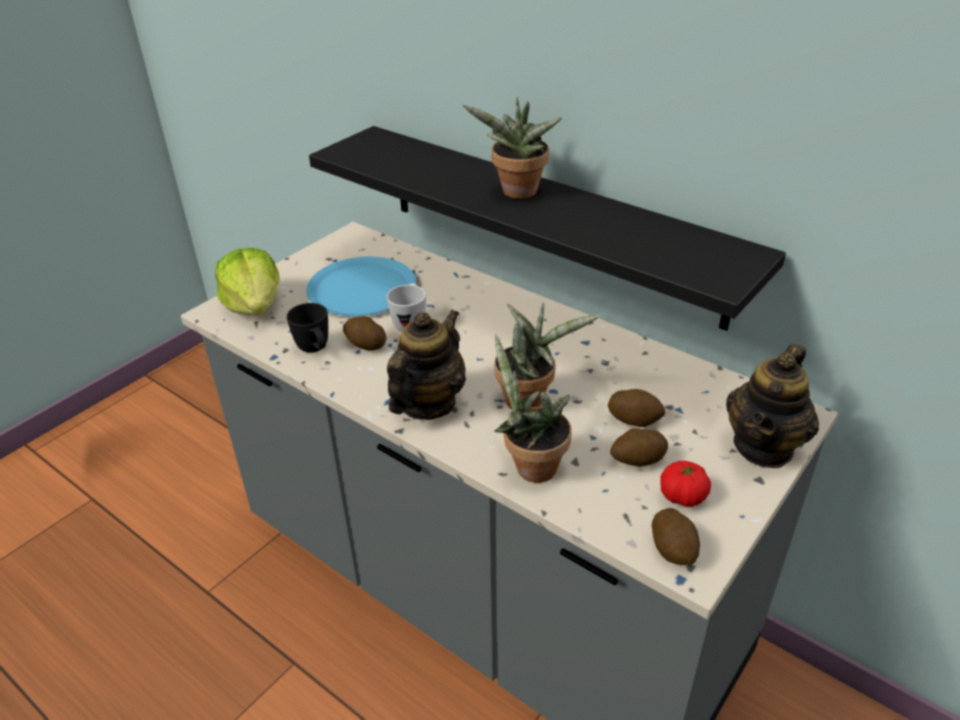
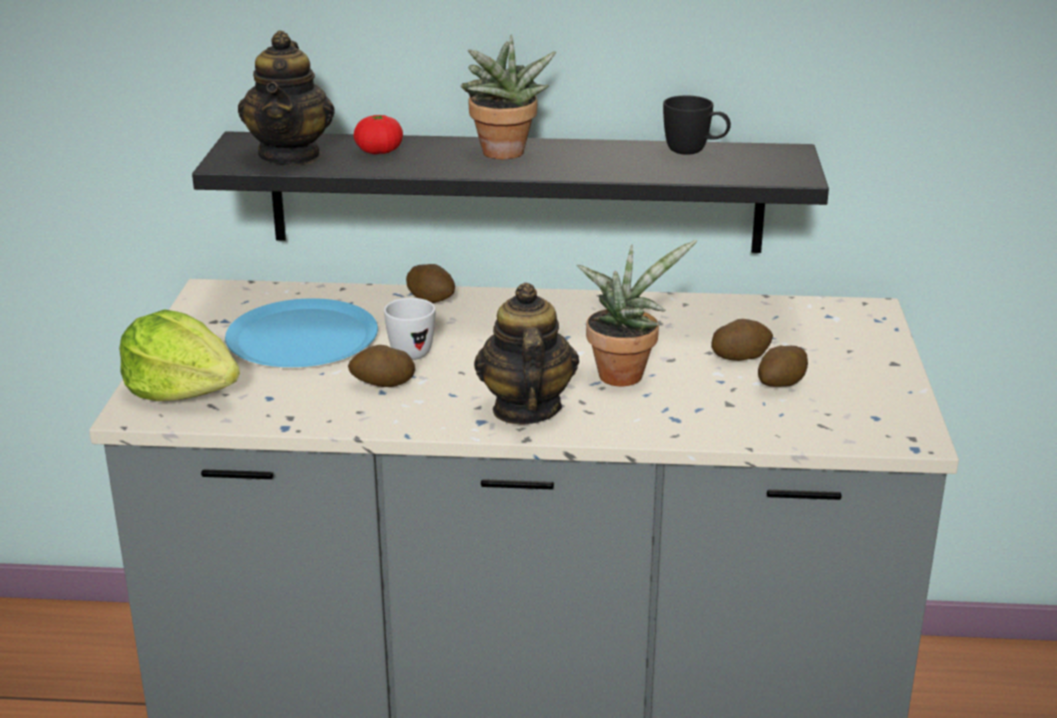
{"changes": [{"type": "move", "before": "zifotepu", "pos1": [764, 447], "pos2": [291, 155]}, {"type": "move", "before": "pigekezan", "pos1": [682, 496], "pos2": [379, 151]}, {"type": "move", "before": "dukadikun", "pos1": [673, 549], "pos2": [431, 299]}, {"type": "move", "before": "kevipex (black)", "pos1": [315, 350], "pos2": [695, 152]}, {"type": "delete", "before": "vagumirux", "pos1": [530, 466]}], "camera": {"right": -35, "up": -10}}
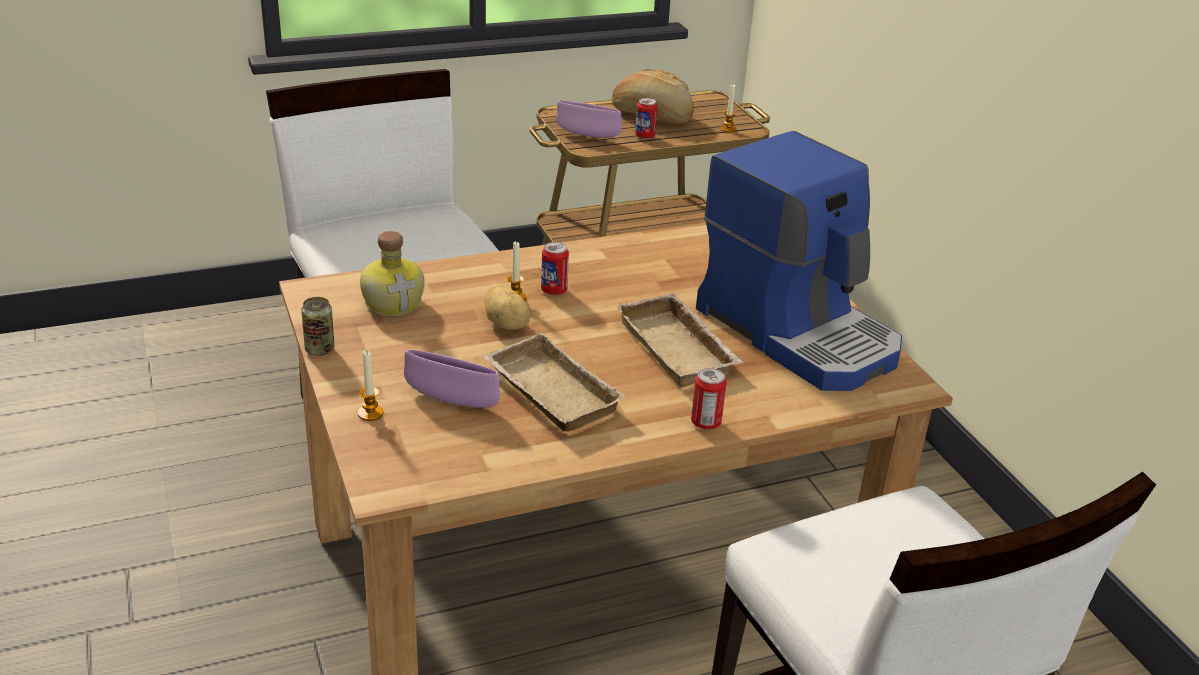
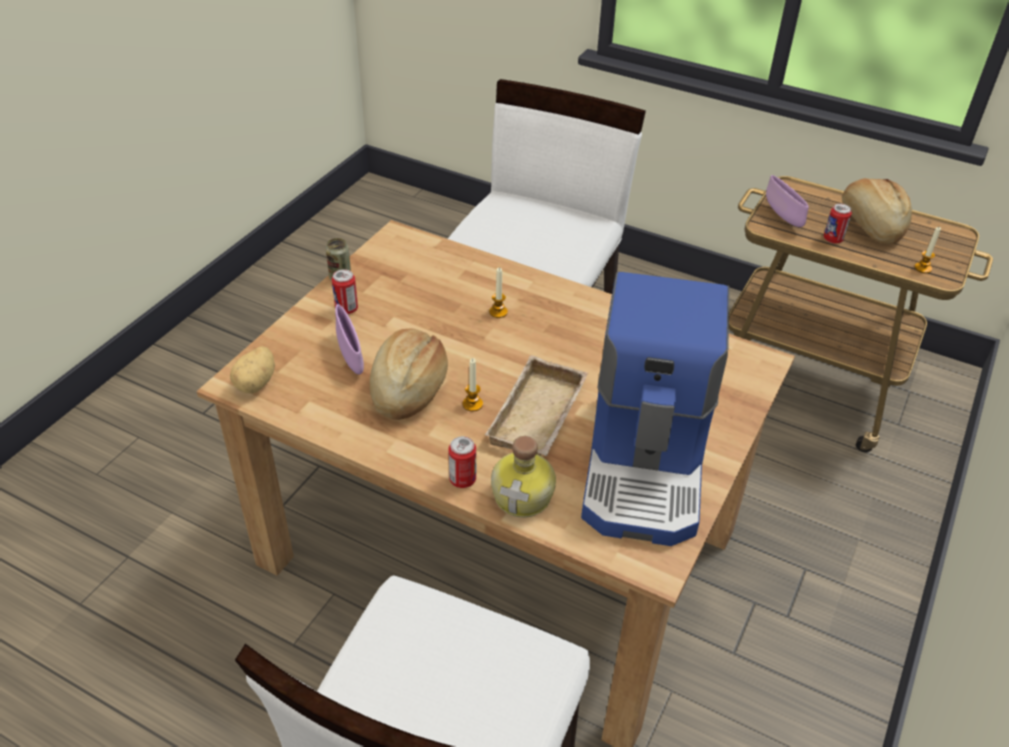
{"changes": [{"type": "move", "before": "dukadikun", "pos1": [506, 323], "pos2": [257, 383]}, {"type": "move", "before": "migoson", "pos1": [554, 290], "pos2": [346, 309]}, {"type": "replace", "before": "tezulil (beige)", "after": "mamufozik", "pos1": [547, 392], "pos2": [408, 388]}, {"type": "move", "before": "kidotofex", "pos1": [370, 413], "pos2": [472, 404]}, {"type": "move", "before": "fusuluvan", "pos1": [394, 302], "pos2": [524, 496]}], "camera": {"right": 50, "up": 10}}
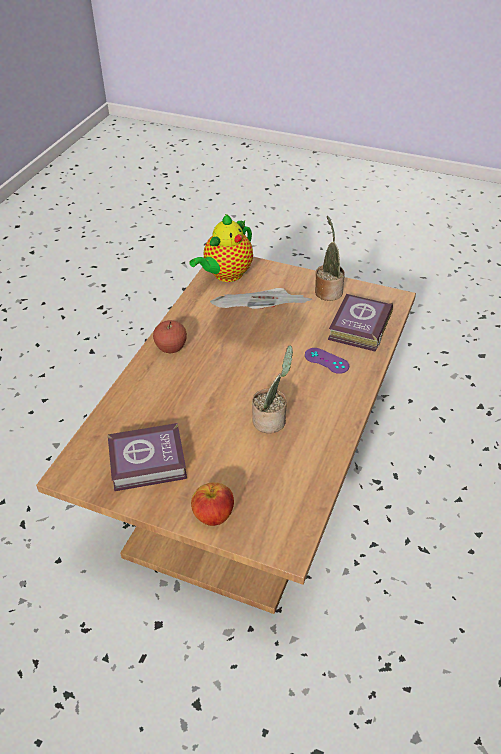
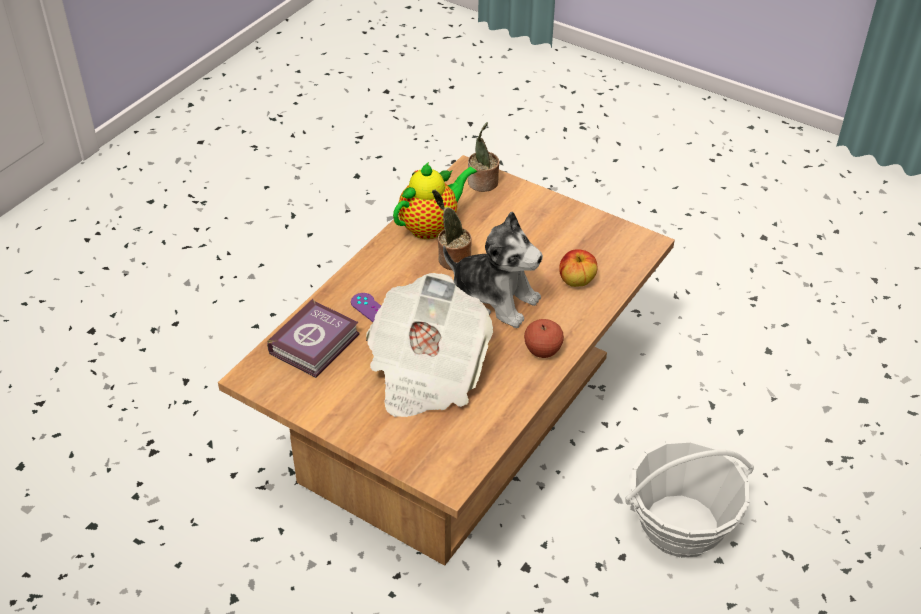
{"changes": [{"type": "move", "before": "zifotepu", "pos1": [226, 275], "pos2": [431, 226]}, {"type": "insert", "after": "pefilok", "pos2": [494, 299]}, {"type": "move", "before": "vagumirux", "pos1": [328, 291], "pos2": [483, 183]}, {"type": "move", "before": "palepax", "pos1": [213, 516], "pos2": [576, 281]}, {"type": "insert", "after": "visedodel", "pos2": [680, 526]}, {"type": "delete", "before": "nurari", "pos1": [150, 463]}], "camera": {"right": -170, "up": 0}}
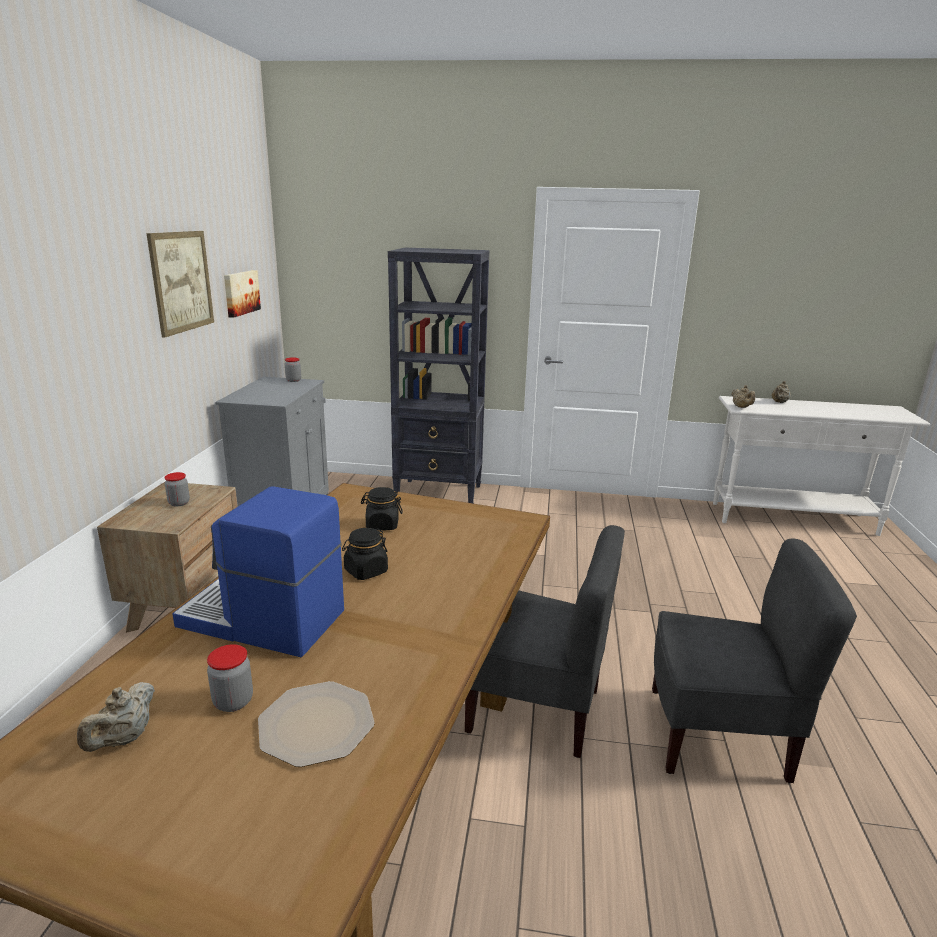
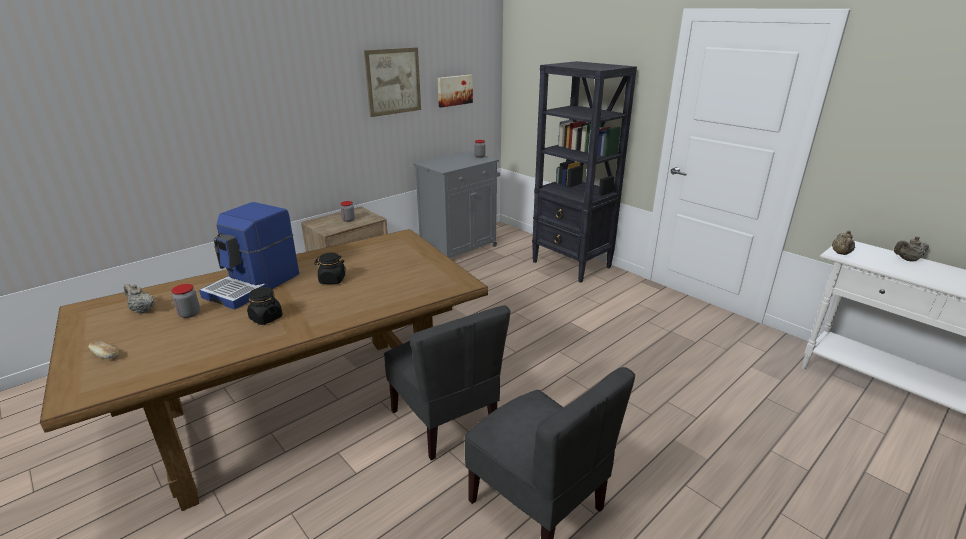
{"changes": [{"type": "insert", "after": "mamufozik", "pos2": [106, 355]}, {"type": "rotate", "before": "zifotepu (beige)", "pos1": [124, 739], "pos2": [142, 310], "turn": 60}, {"type": "rotate", "before": "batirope", "pos1": [262, 620], "pos2": [254, 285], "turn": -120}, {"type": "move", "before": "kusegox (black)", "pos1": [382, 525], "pos2": [266, 318]}, {"type": "delete", "before": "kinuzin", "pos1": [316, 723]}], "camera": {"right": 40, "up": 5}}
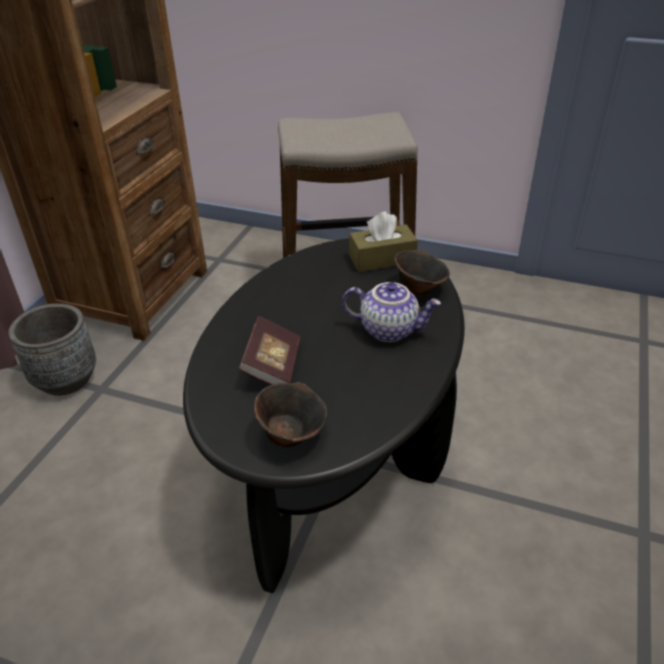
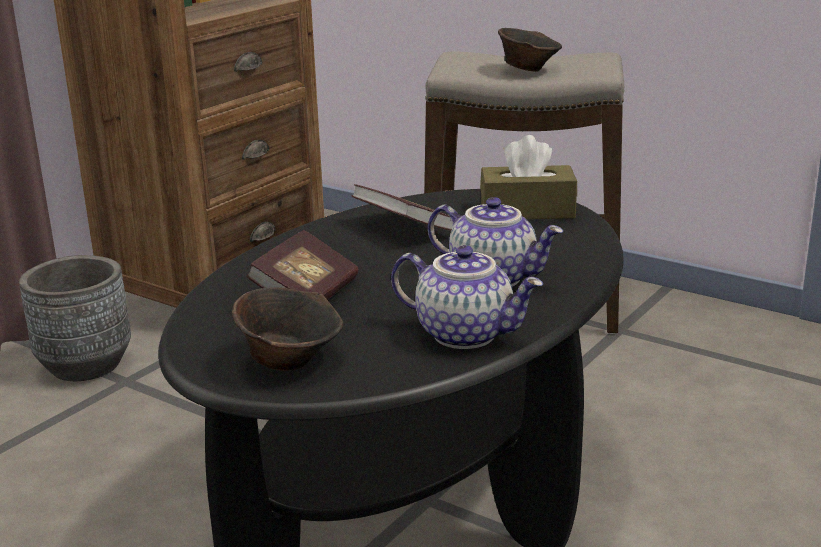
{"changes": [{"type": "insert", "after": "nurari", "pos2": [404, 229]}, {"type": "insert", "after": "zifotepu", "pos2": [466, 334]}, {"type": "move", "before": "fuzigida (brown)", "pos1": [419, 288], "pos2": [528, 70]}], "camera": {"right": 15, "up": -15}}
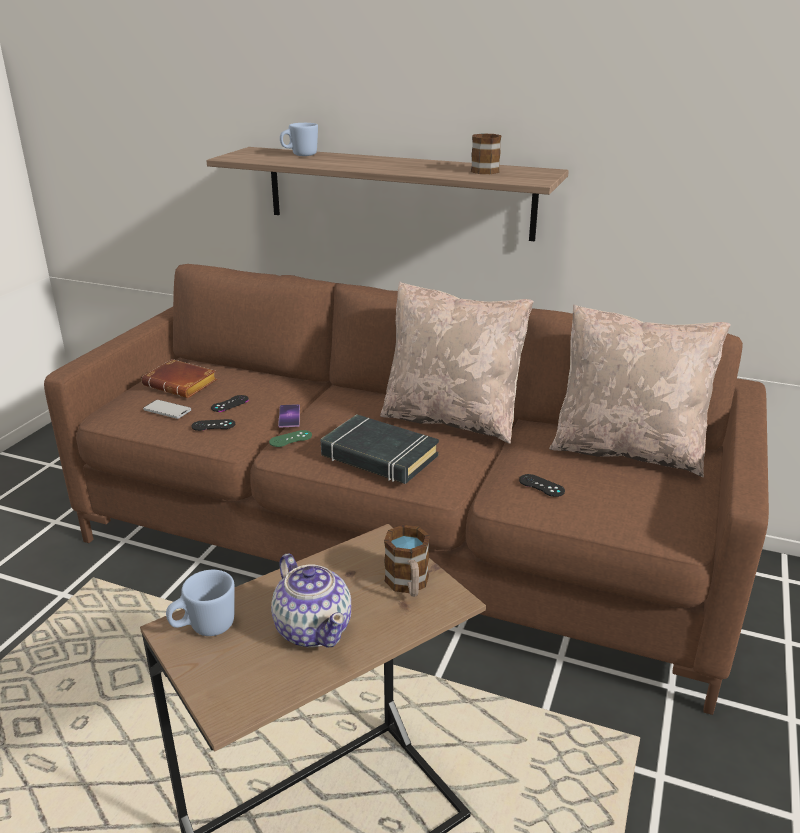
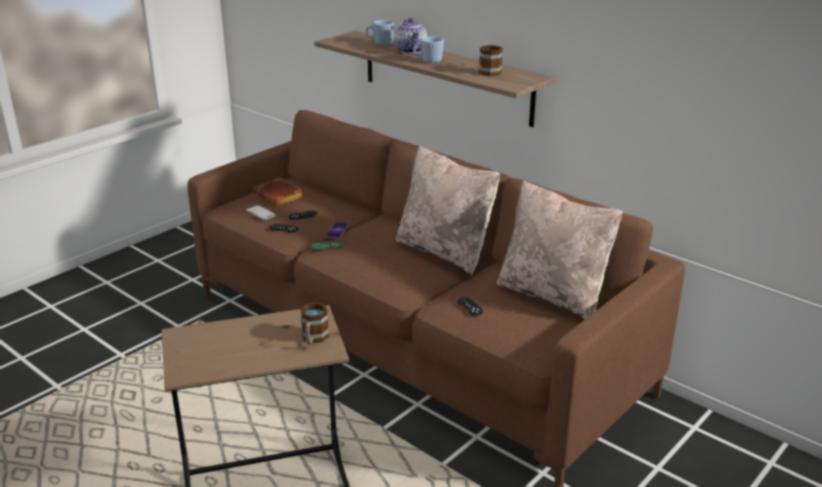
{"changes": [{"type": "move", "before": "zifotepu", "pos1": [313, 628], "pos2": [411, 50]}, {"type": "move", "before": "kevipex (blue)", "pos1": [204, 628], "pos2": [428, 61]}, {"type": "delete", "before": "nurari (black)", "pos1": [378, 456]}], "camera": {"right": 20, "up": 0}}
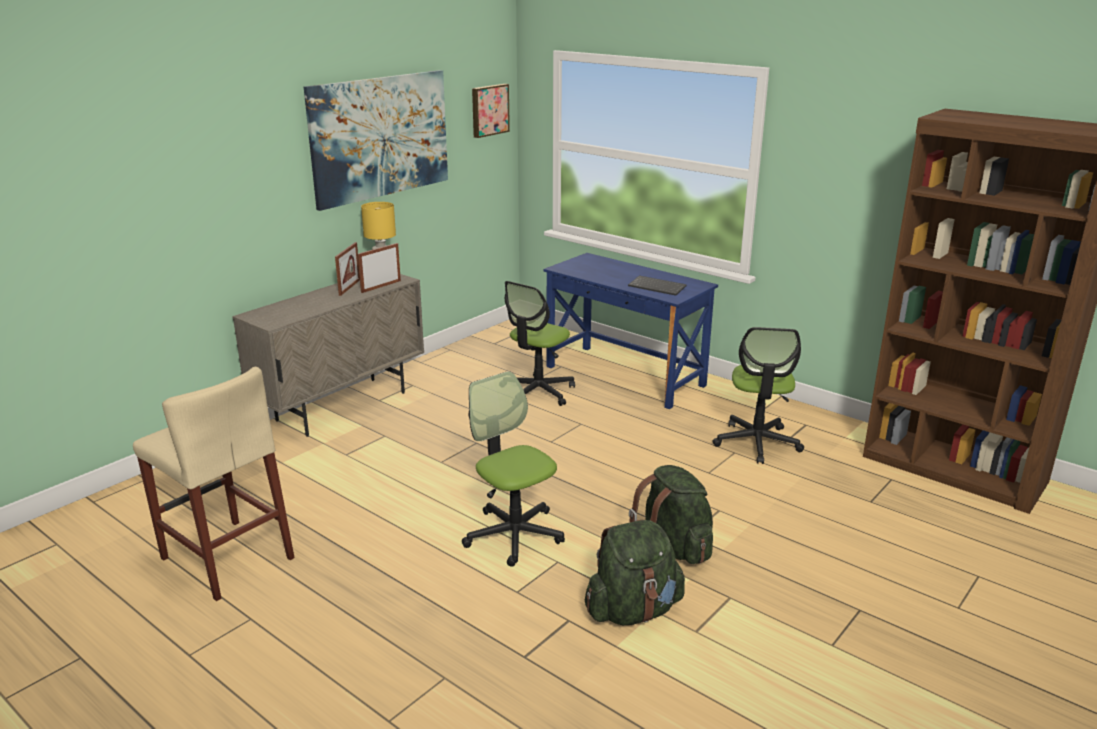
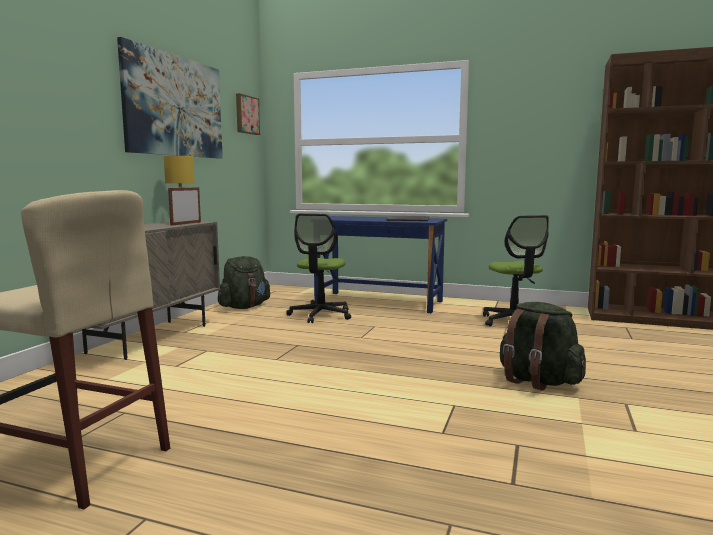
{"changes": [{"type": "move", "before": "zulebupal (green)", "pos1": [633, 611], "pos2": [244, 307]}, {"type": "delete", "before": "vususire", "pos1": [349, 287]}, {"type": "delete", "before": "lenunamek", "pos1": [514, 534]}], "camera": {"right": -20, "up": -15}}
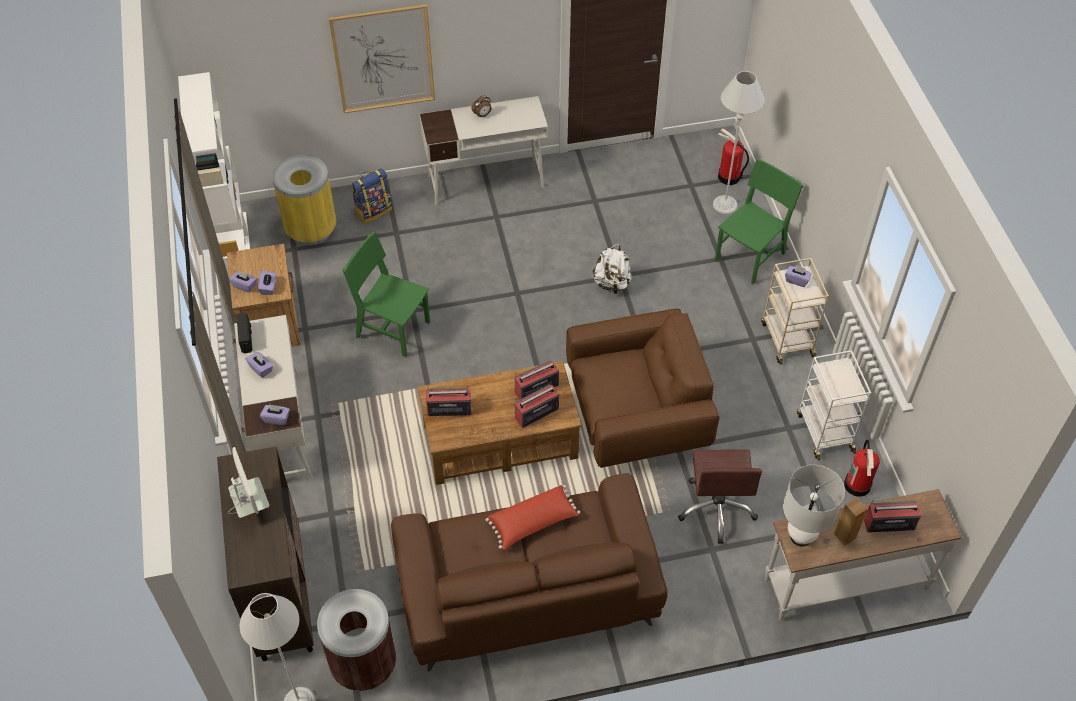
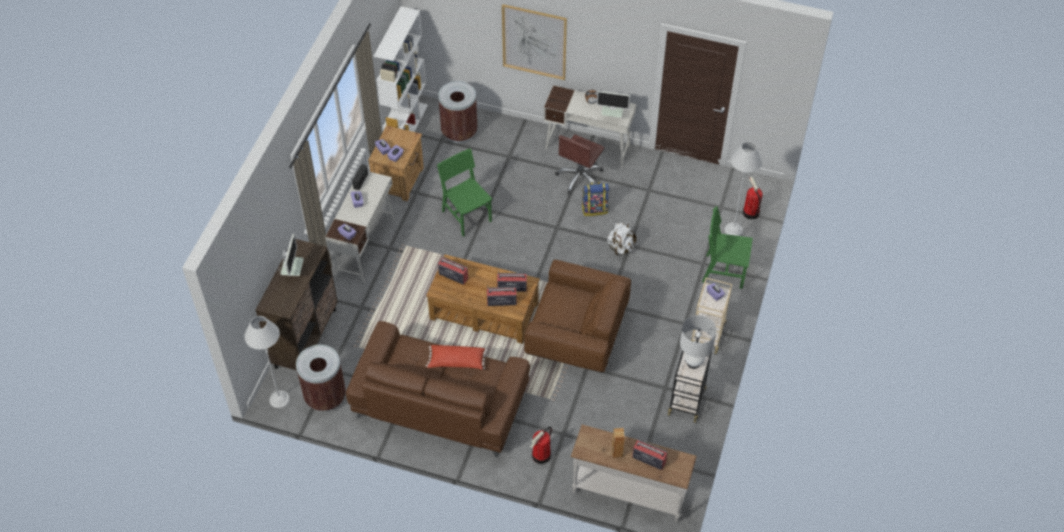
{"changes": [{"type": "recolor", "before": "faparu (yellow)", "after": "faparu (brown)", "pos1": [311, 230], "pos2": [459, 132]}, {"type": "move", "before": "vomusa", "pos1": [857, 485], "pos2": [541, 455]}, {"type": "move", "before": "lenunamek (brown)", "pos1": [717, 508], "pos2": [580, 178]}, {"type": "move", "before": "zulebupal", "pos1": [373, 211], "pos2": [595, 209]}, {"type": "insert", "after": "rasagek", "pos2": [612, 117]}, {"type": "recolor", "before": "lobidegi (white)", "after": "lobidegi (black)", "pos1": [824, 431], "pos2": [686, 401]}, {"type": "move", "before": "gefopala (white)", "pos1": [800, 537], "pos2": [693, 363]}, {"type": "rotate", "before": "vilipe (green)", "pos1": [750, 257], "pos2": [724, 271], "turn": -150}], "camera": {"right": 30, "up": 0}}
